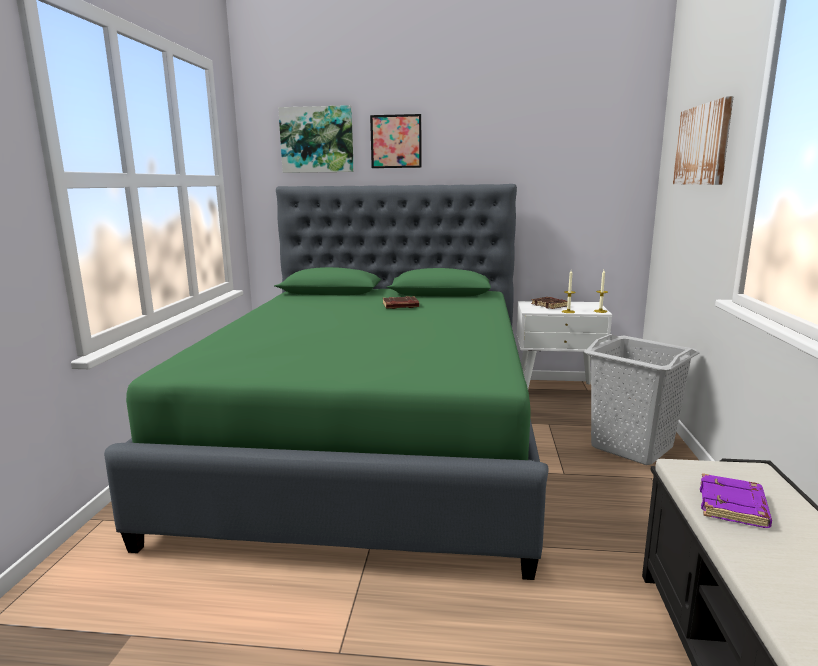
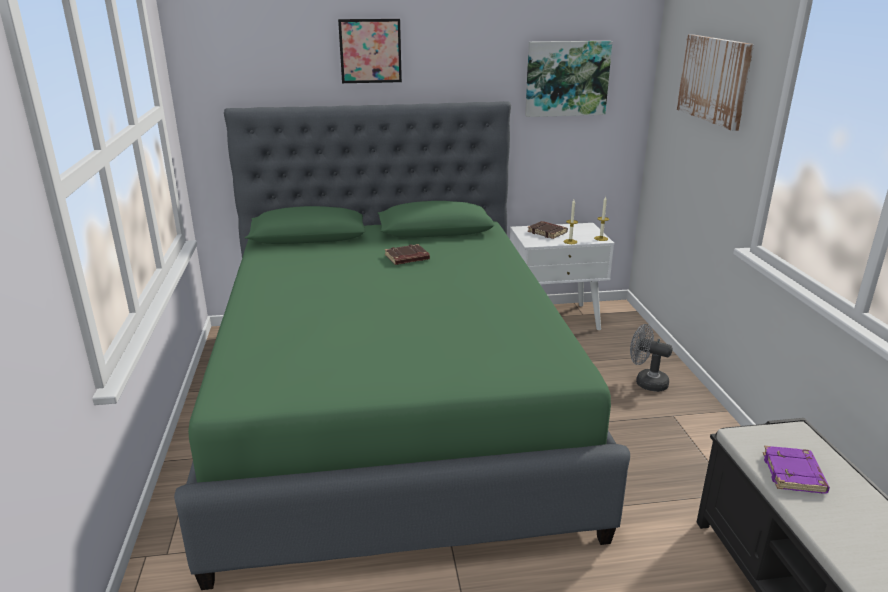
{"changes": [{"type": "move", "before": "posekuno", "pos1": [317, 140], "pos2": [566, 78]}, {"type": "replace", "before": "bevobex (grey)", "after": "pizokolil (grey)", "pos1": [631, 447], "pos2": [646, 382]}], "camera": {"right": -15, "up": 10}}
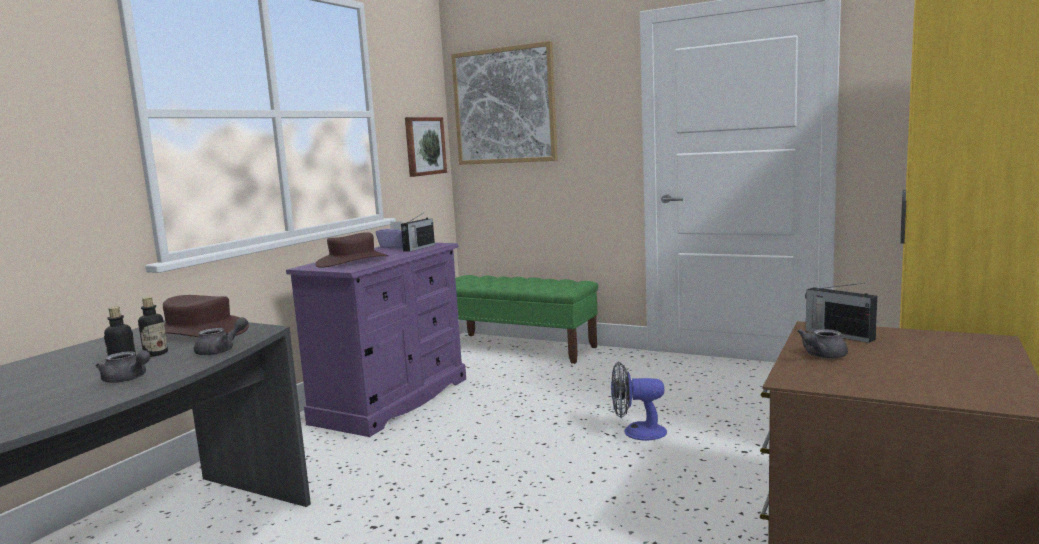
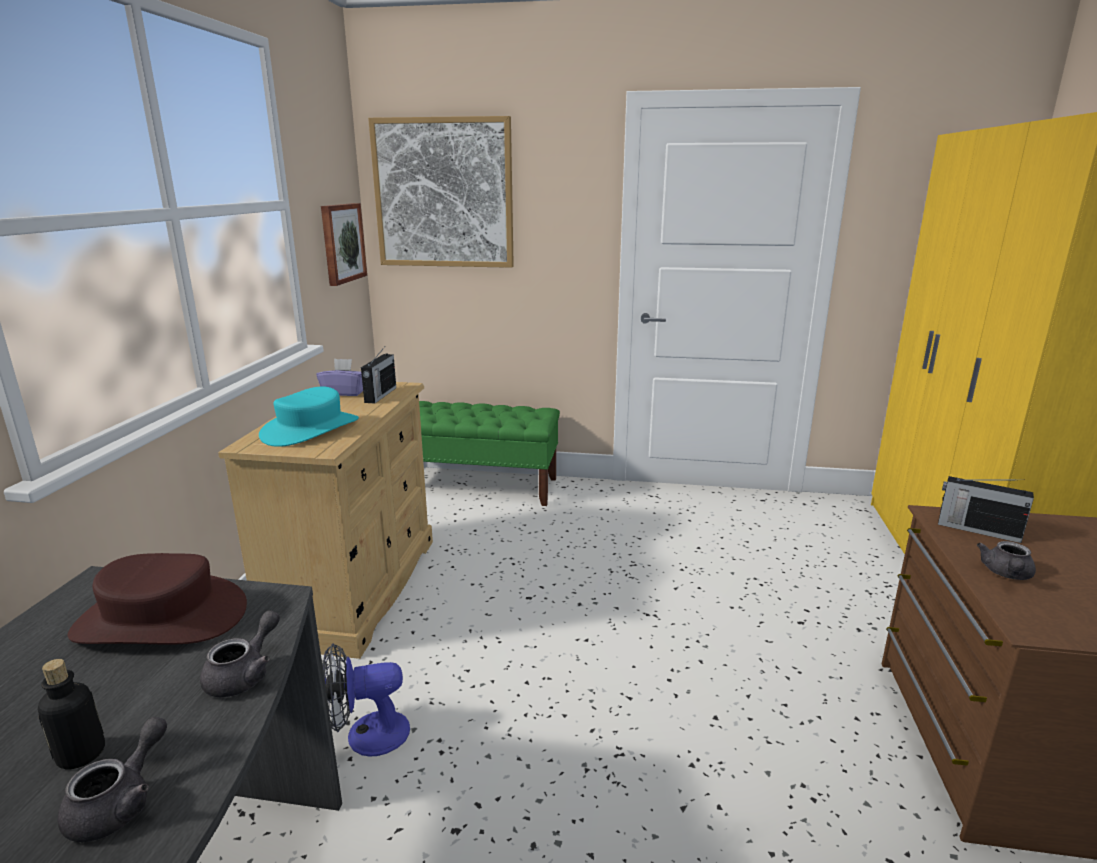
{"changes": [{"type": "rotate", "before": "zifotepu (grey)", "pos1": [127, 379], "pos2": [120, 803], "turn": -75}, {"type": "recolor", "before": "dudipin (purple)", "after": "dudipin (beige)", "pos1": [392, 400], "pos2": [356, 588]}, {"type": "recolor", "before": "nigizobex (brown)", "after": "nigizobex (turquoise)", "pos1": [352, 261], "pos2": [311, 429]}, {"type": "move", "before": "pizokolil", "pos1": [637, 432], "pos2": [366, 735]}, {"type": "delete", "before": "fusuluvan", "pos1": [156, 354]}], "camera": {"right": -20, "up": 10}}
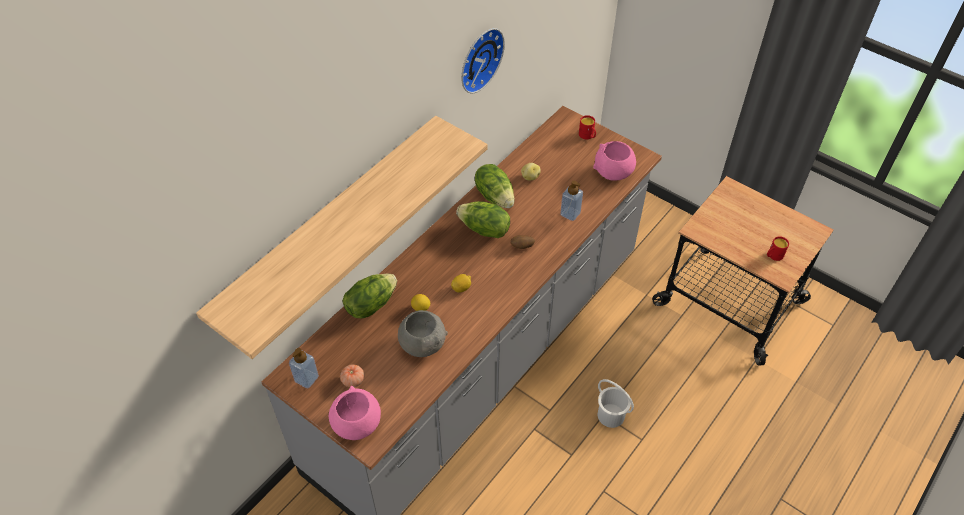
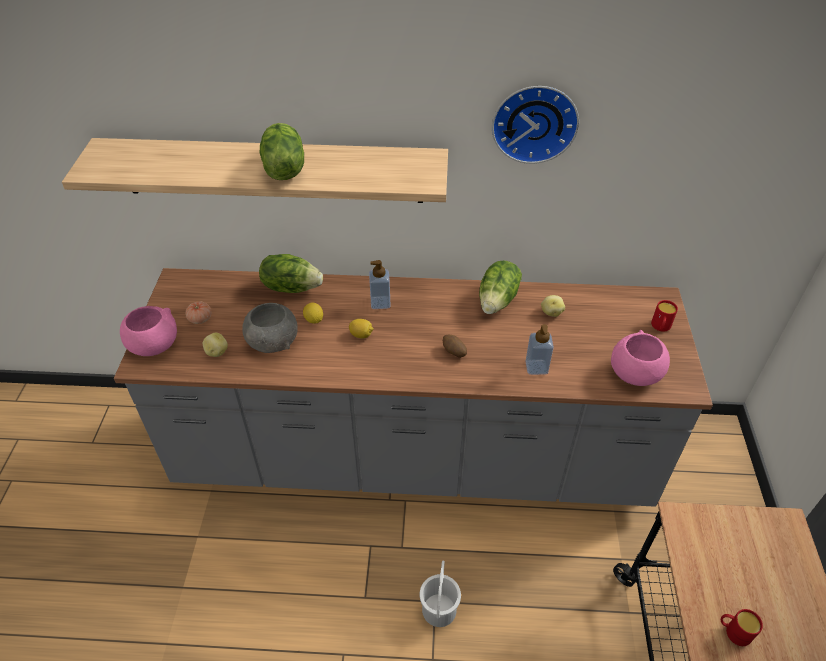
{"changes": [{"type": "insert", "after": "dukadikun", "pos2": [216, 352]}, {"type": "move", "before": "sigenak", "pos1": [484, 230], "pos2": [283, 169]}, {"type": "move", "before": "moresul", "pos1": [306, 378], "pos2": [380, 303]}], "camera": {"right": 55, "up": -5}}
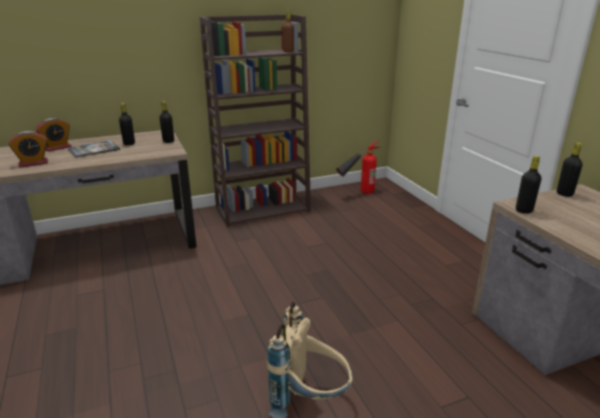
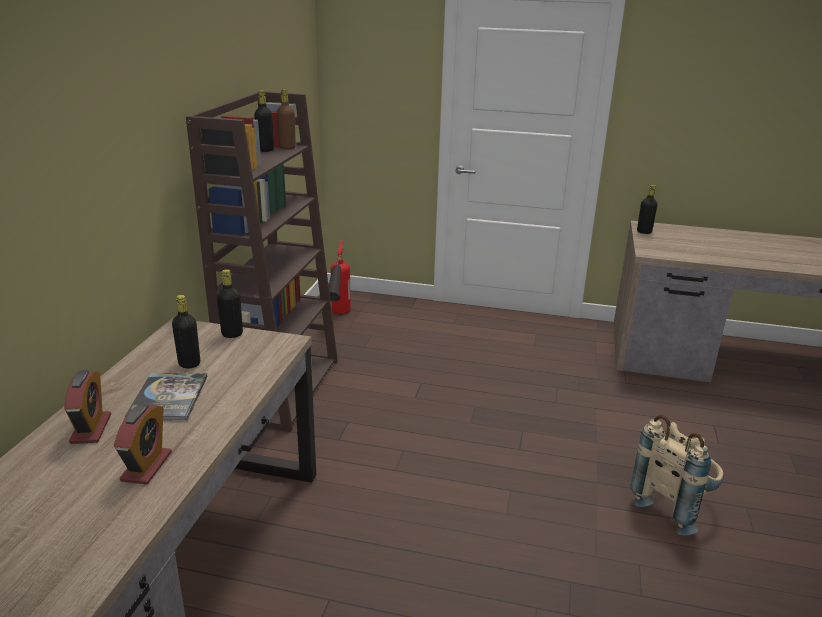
{"changes": [{"type": "move", "before": "fusuluvan (black)", "pos1": [524, 210], "pos2": [265, 150]}], "camera": {"right": -55, "up": 0}}
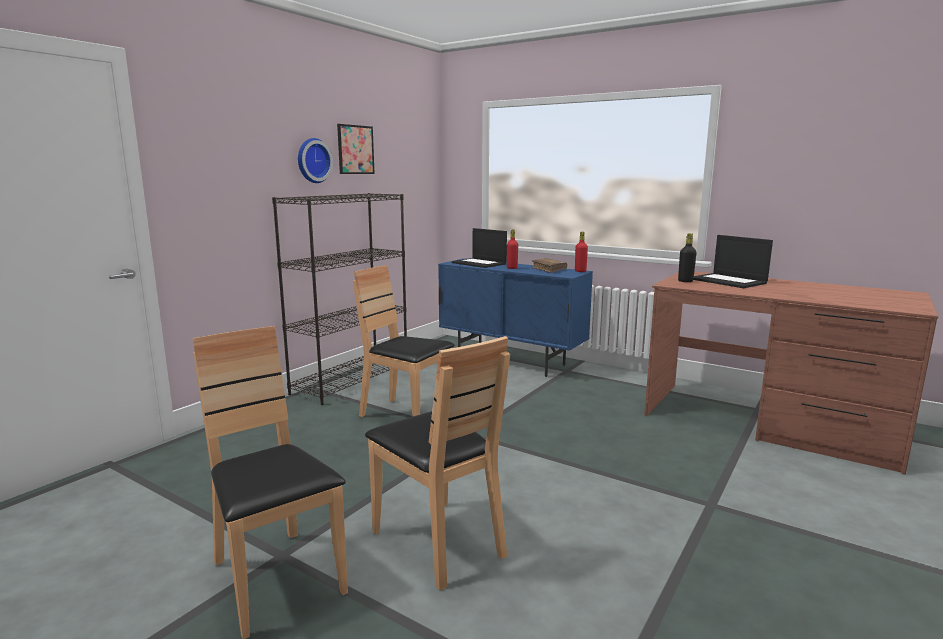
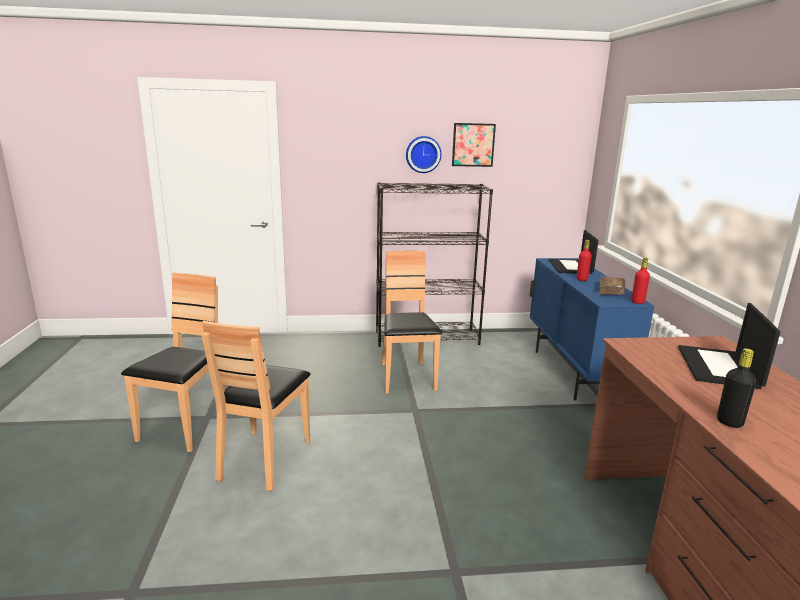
{"changes": [{"type": "move", "before": "fusuluvan (black)", "pos1": [685, 281], "pos2": [729, 422]}], "camera": {"right": 50, "up": 5}}
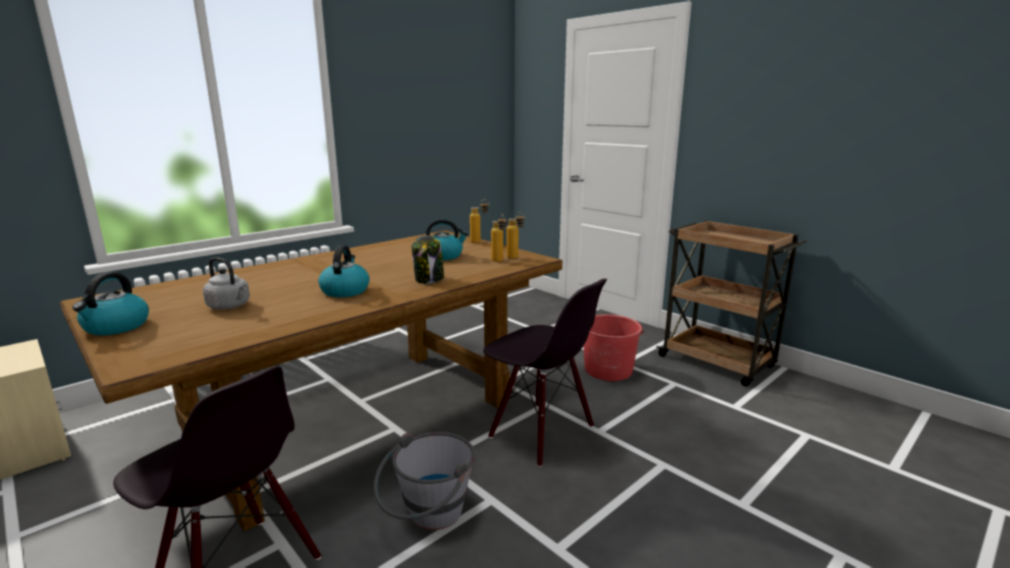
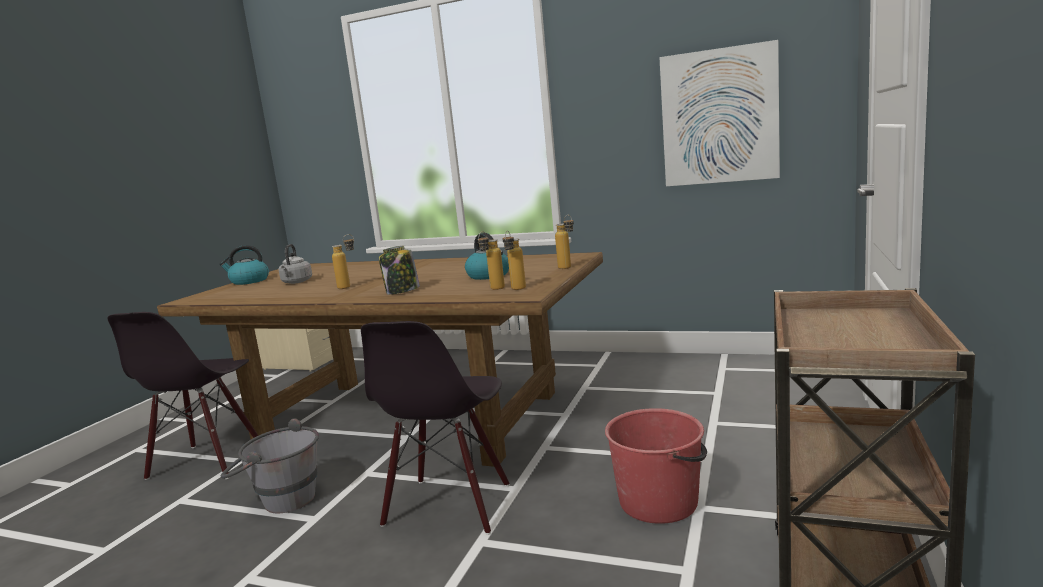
{"changes": [{"type": "replace", "before": "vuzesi", "after": "fusuluvan", "pos1": [345, 290], "pos2": [349, 287]}, {"type": "insert", "after": "posekuno", "pos2": [719, 117]}], "camera": {"right": 65, "up": -5}}
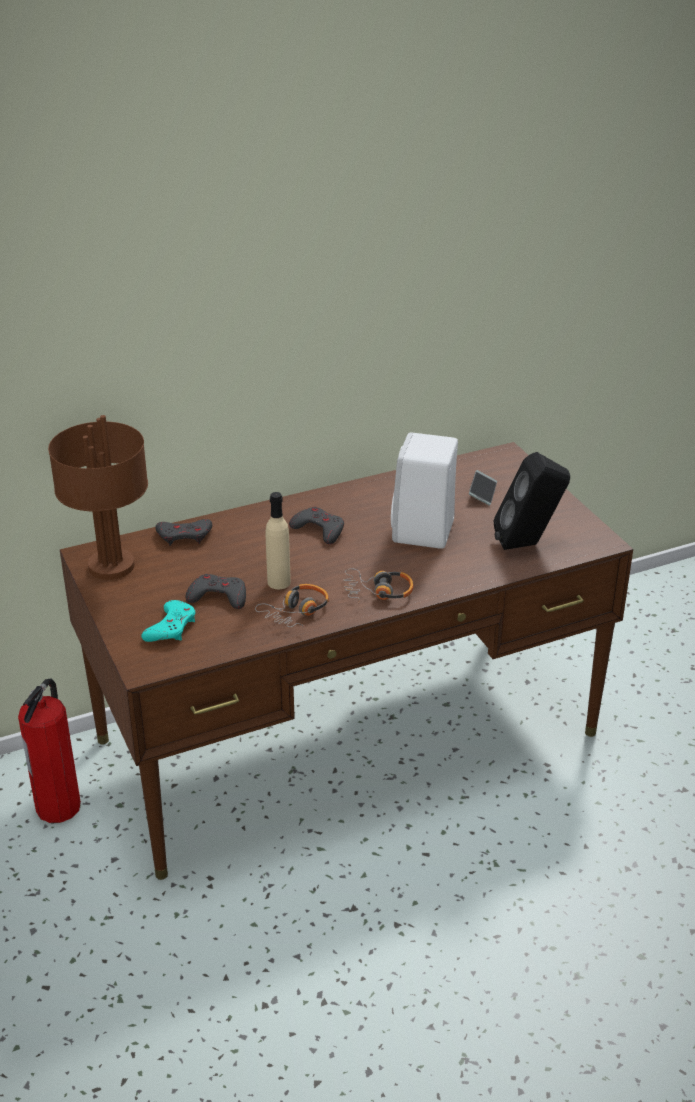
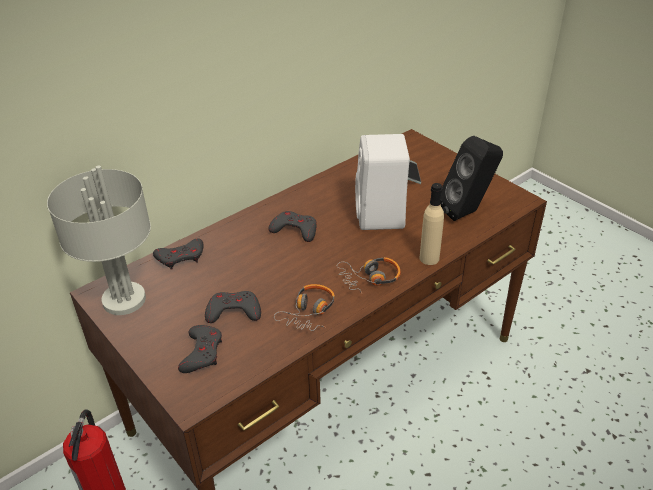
{"changes": [{"type": "recolor", "before": "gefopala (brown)", "after": "gefopala (grey)", "pos1": [110, 567], "pos2": [123, 301]}, {"type": "recolor", "before": "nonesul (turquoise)", "after": "nonesul (grey)", "pos1": [171, 627], "pos2": [202, 352]}, {"type": "move", "before": "fusuluvan (beige)", "pos1": [279, 582], "pos2": [429, 258]}], "camera": {"right": -15, "up": 5}}
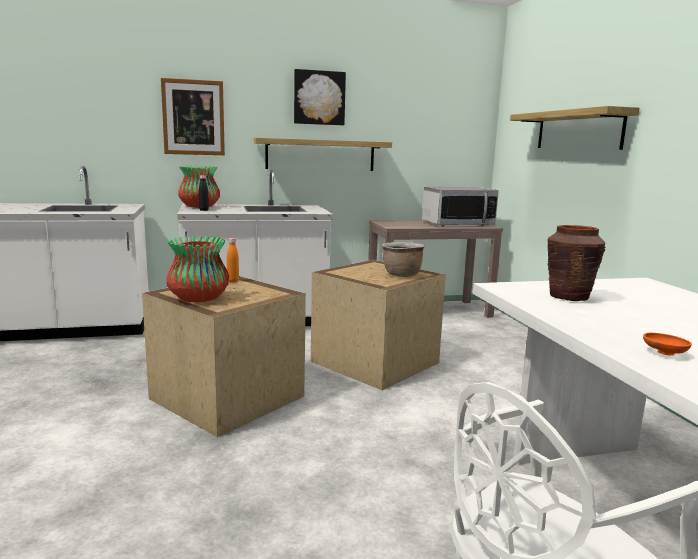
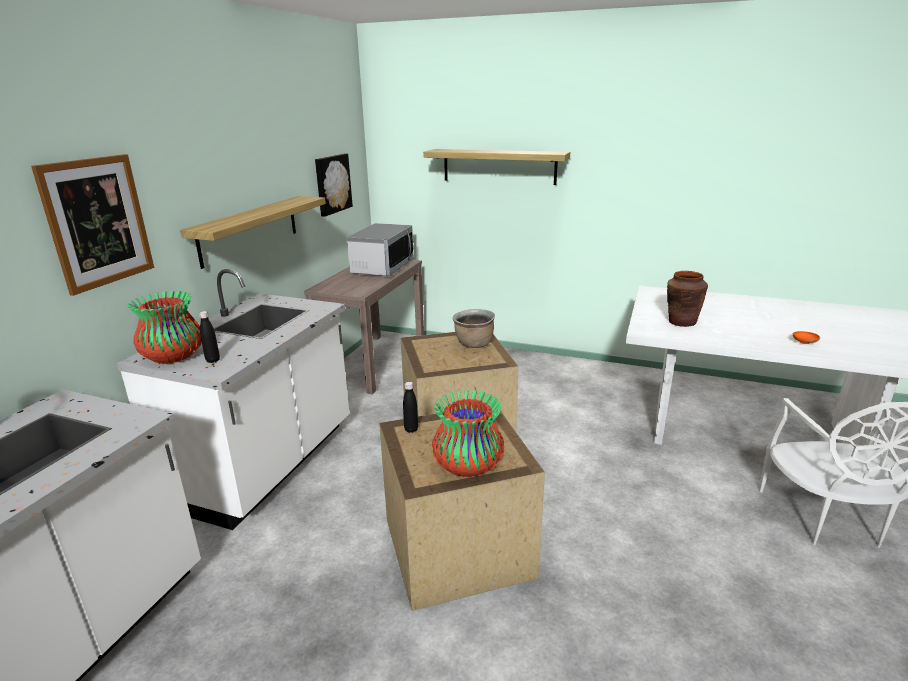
{"changes": [{"type": "move", "before": "posekuno", "pos1": [319, 98], "pos2": [332, 184]}, {"type": "recolor", "before": "fusuluvan (orange)", "after": "fusuluvan (black)", "pos1": [233, 281], "pos2": [411, 429]}], "camera": {"right": -55, "up": 10}}
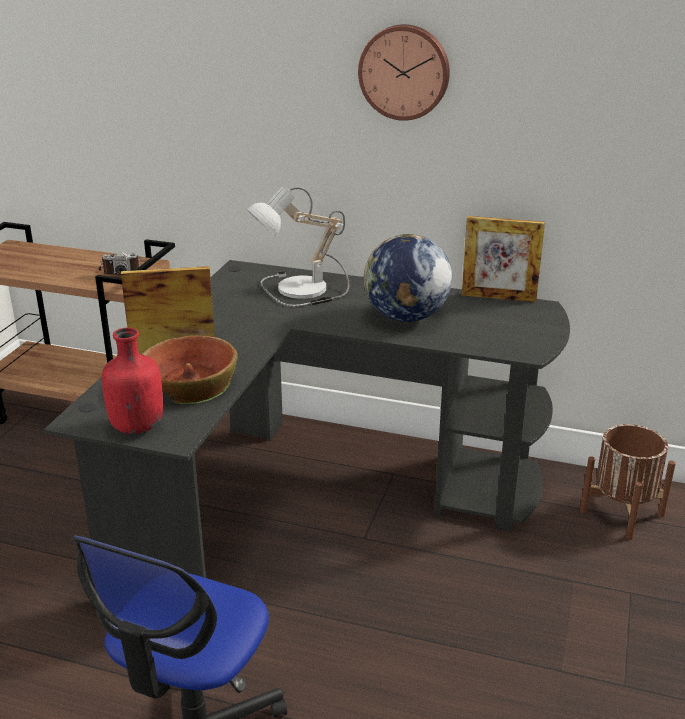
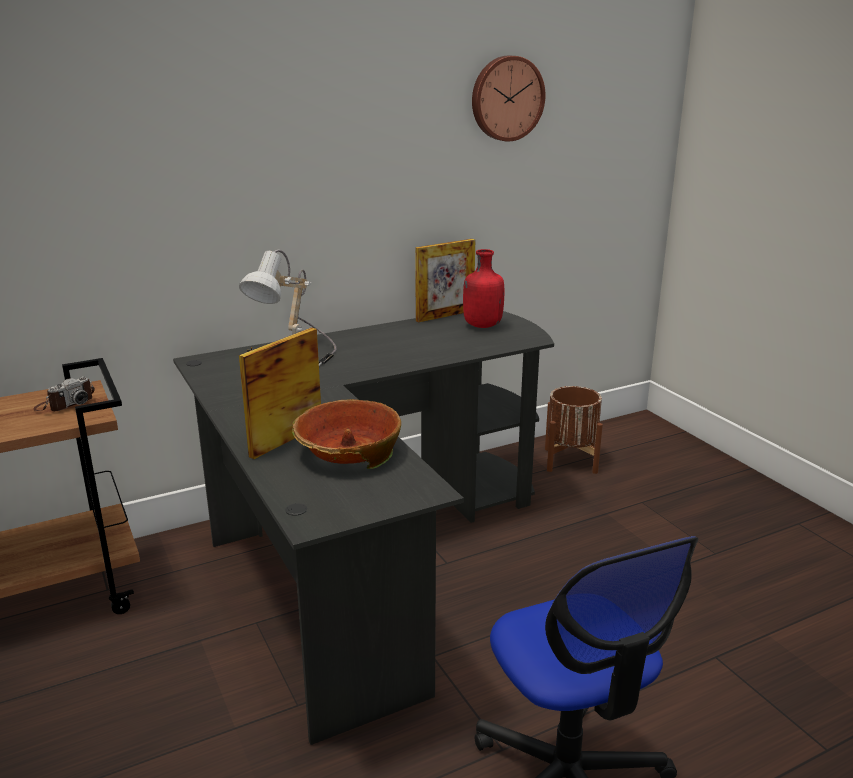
{"changes": [{"type": "move", "before": "fusuluvan (red)", "pos1": [136, 426], "pos2": [481, 325]}, {"type": "move", "before": "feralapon", "pos1": [404, 72], "pos2": [506, 98]}, {"type": "delete", "before": "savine", "pos1": [405, 317]}], "camera": {"right": -45, "up": -5}}
